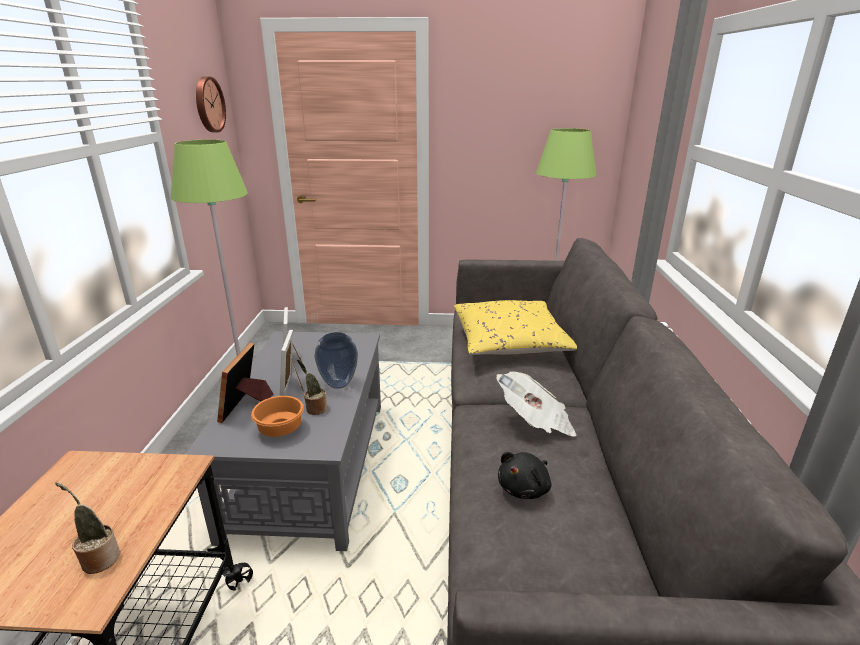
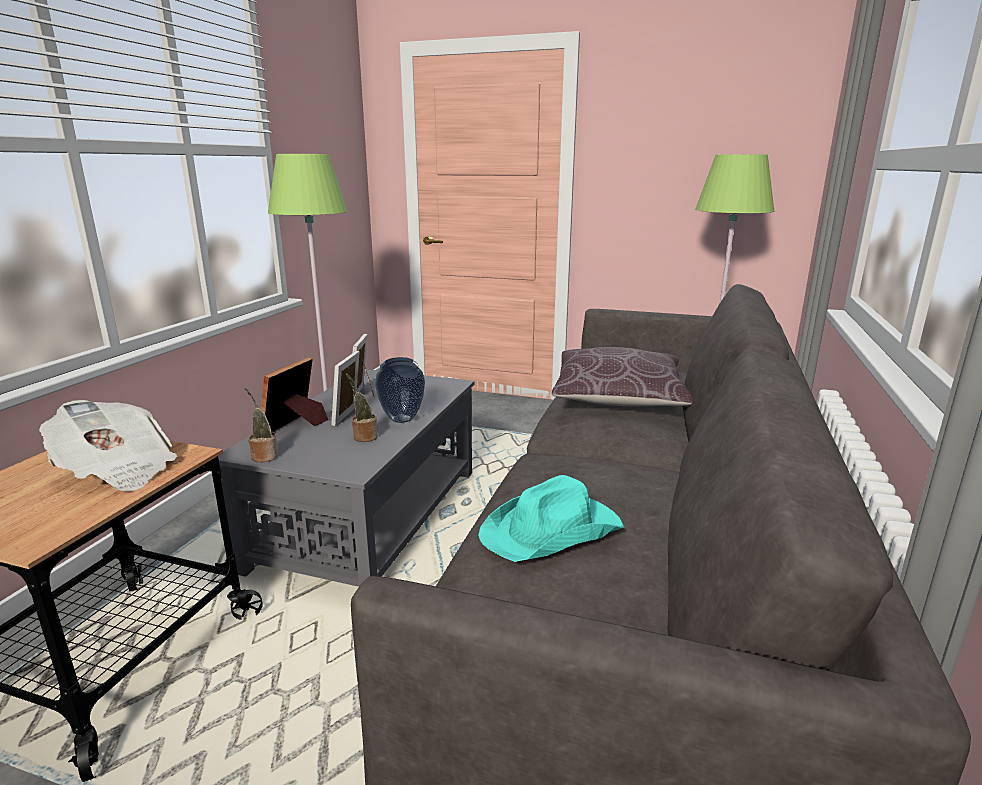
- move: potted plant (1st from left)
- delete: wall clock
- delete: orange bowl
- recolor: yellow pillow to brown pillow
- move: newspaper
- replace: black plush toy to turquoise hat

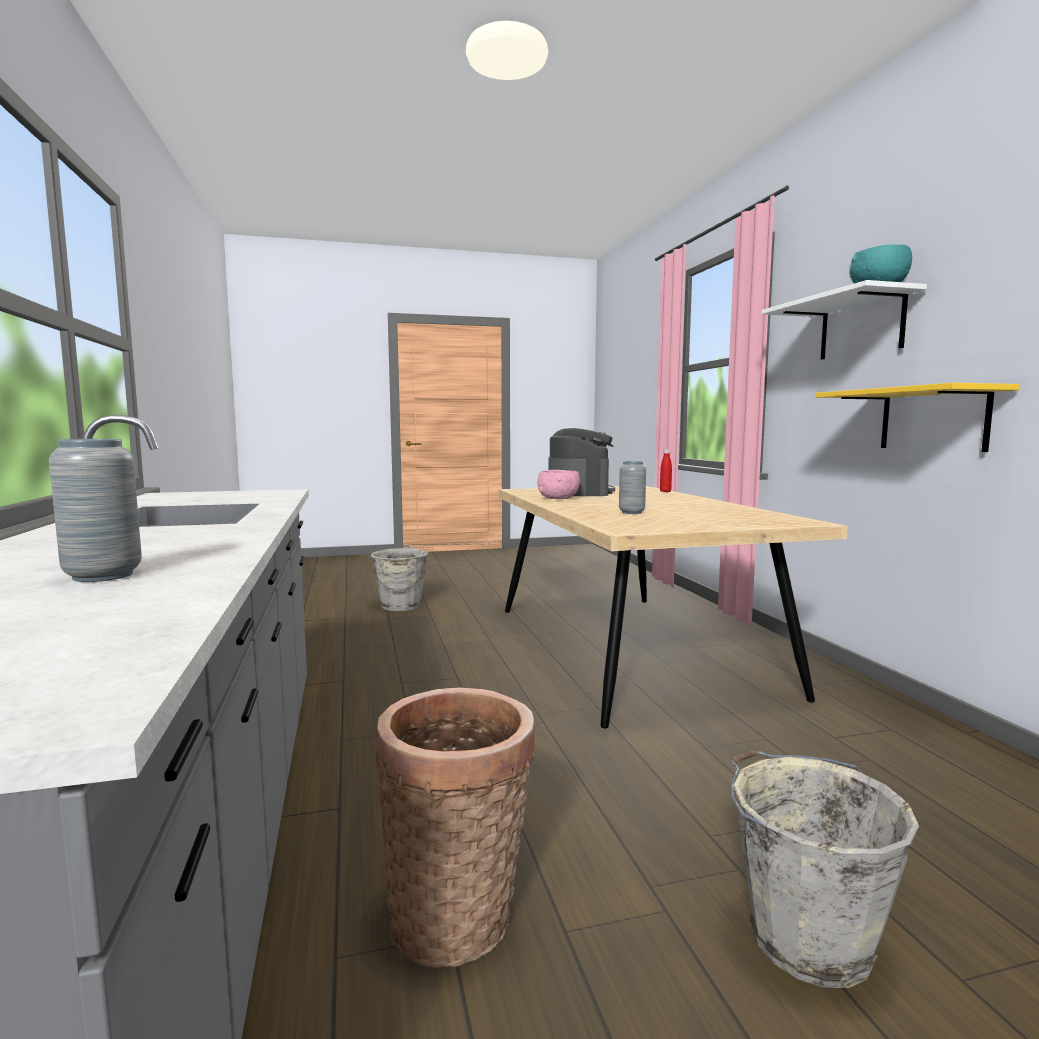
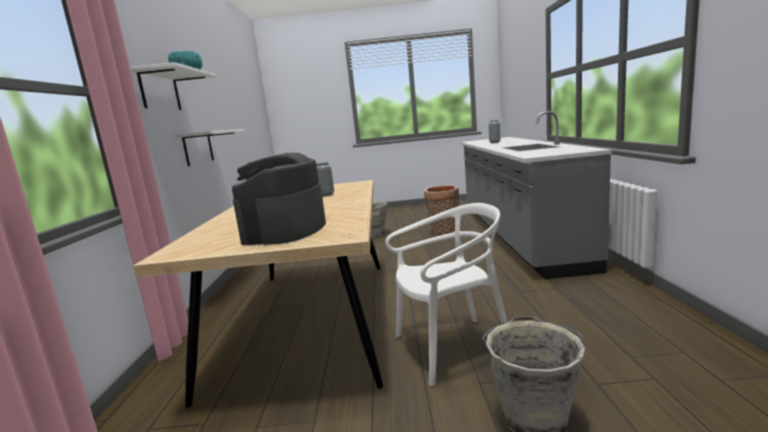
- delete: pink bowl
- delete: red bottle
- recolor: yellow shelf to white shelf (2nd from left)
- insert: white chair

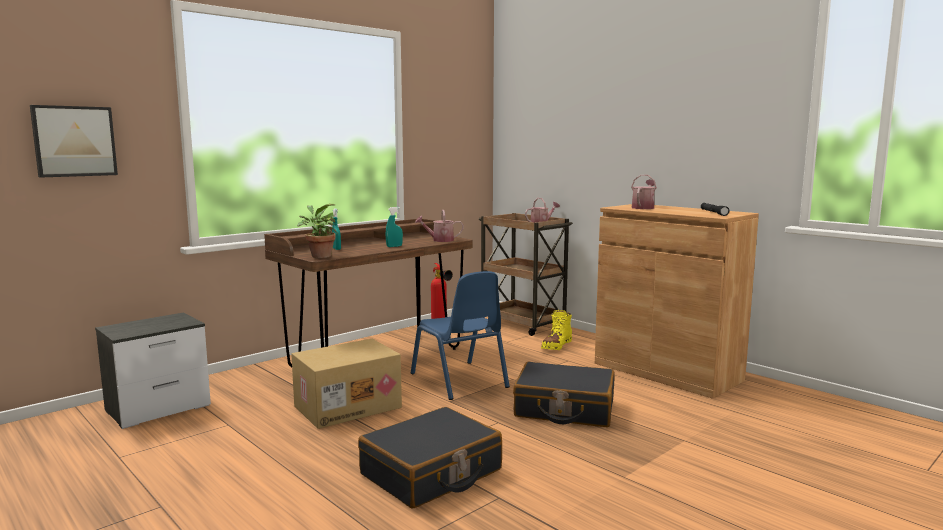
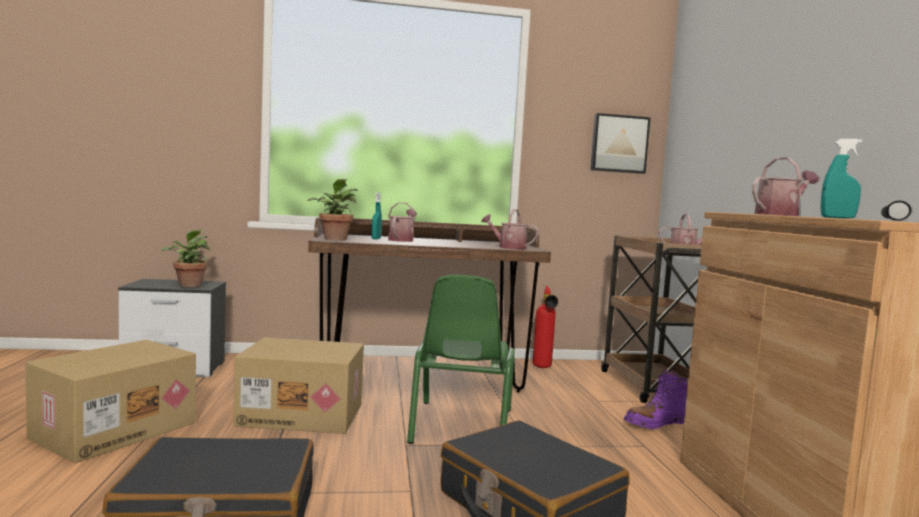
- move: picture
- move: turquoise spray bottle (2nd from left)
- recolor: blue chair to green chair
- recolor: yellow boot to purple boot
- insert: cardboard box (1st from left)
- insert: potted plant (1st from left)
- insert: watering can (1st from left)

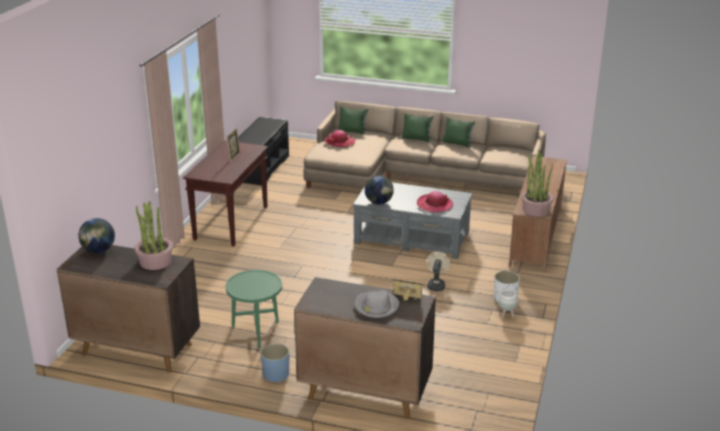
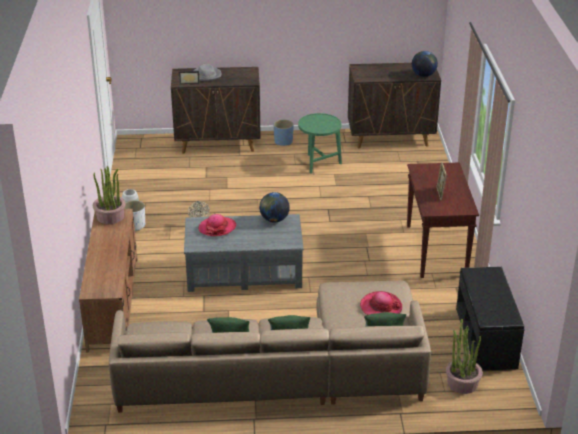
- move: potted plant (1st from left in the first image) to potted plant (2nd from left)

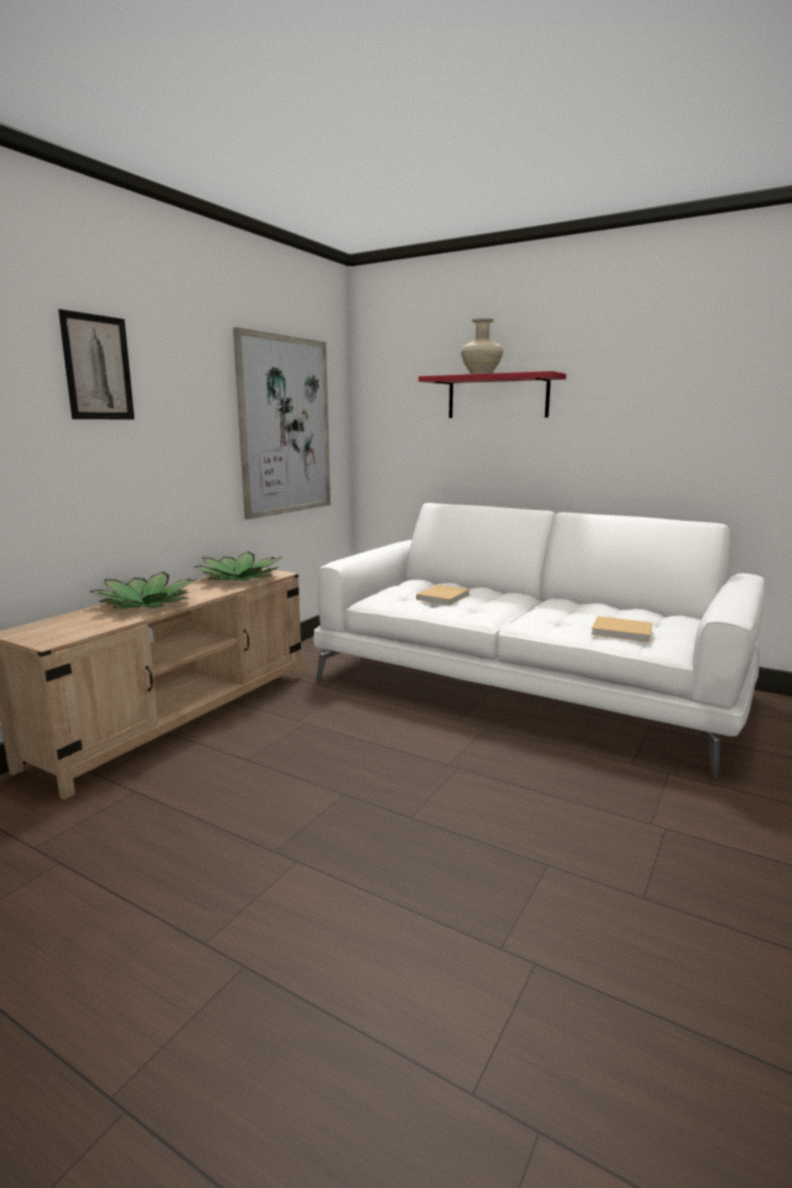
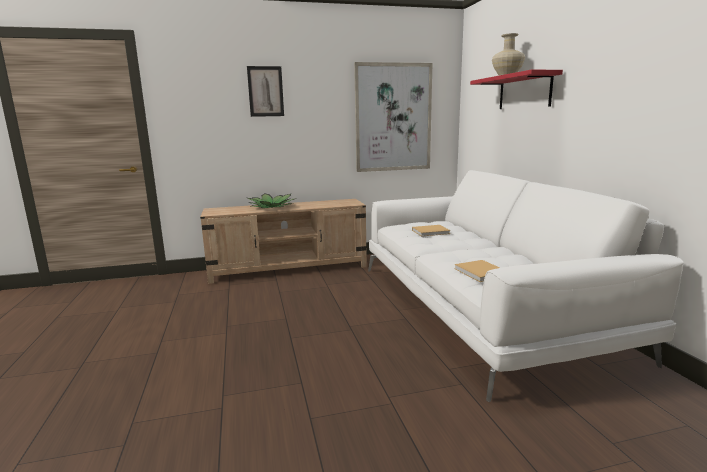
- delete: potted plant (2nd from left)

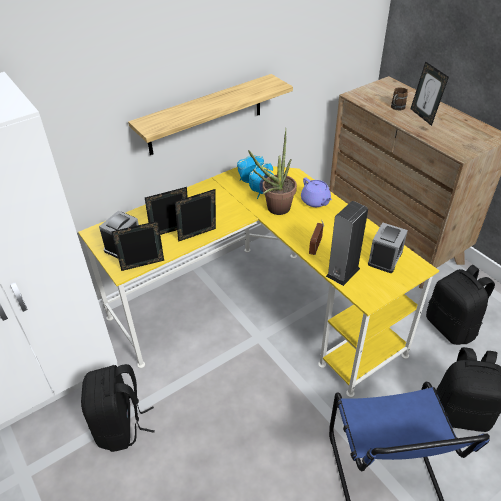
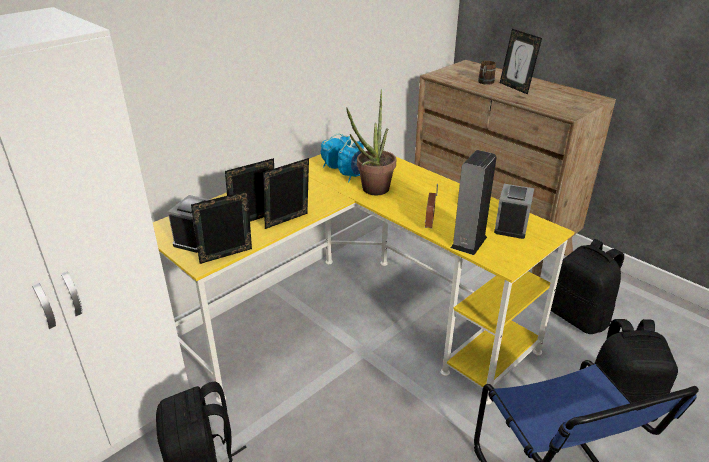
- delete: shelf
- delete: purple teapot

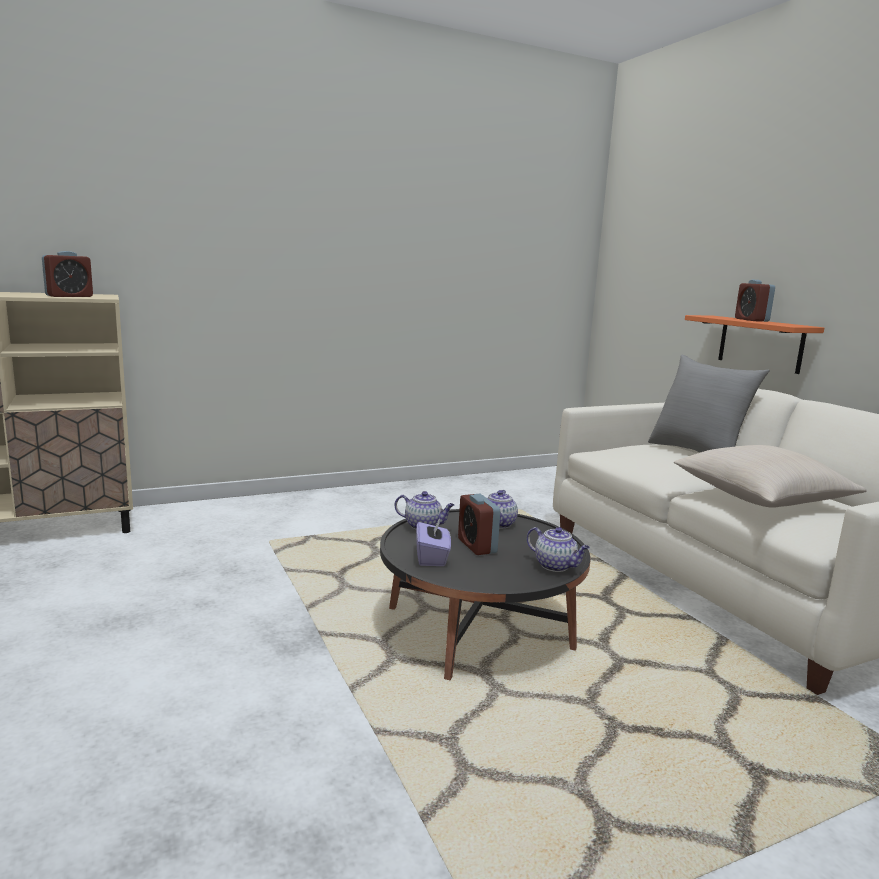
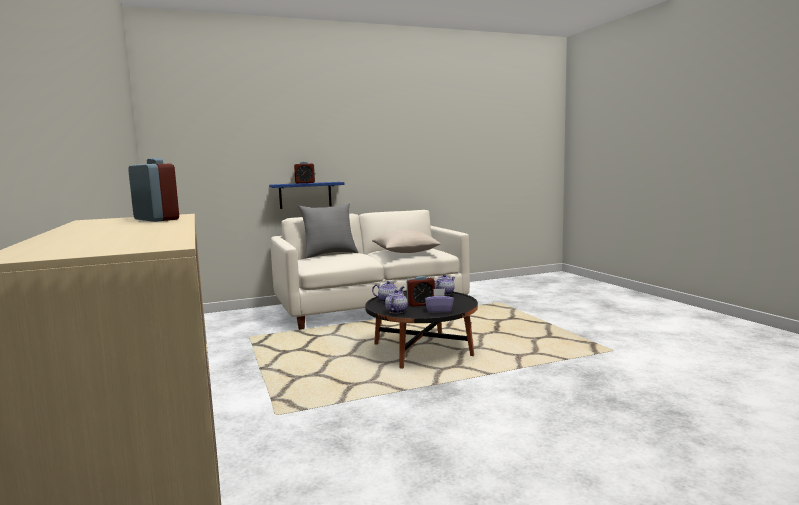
- recolor: orange shelf to blue shelf

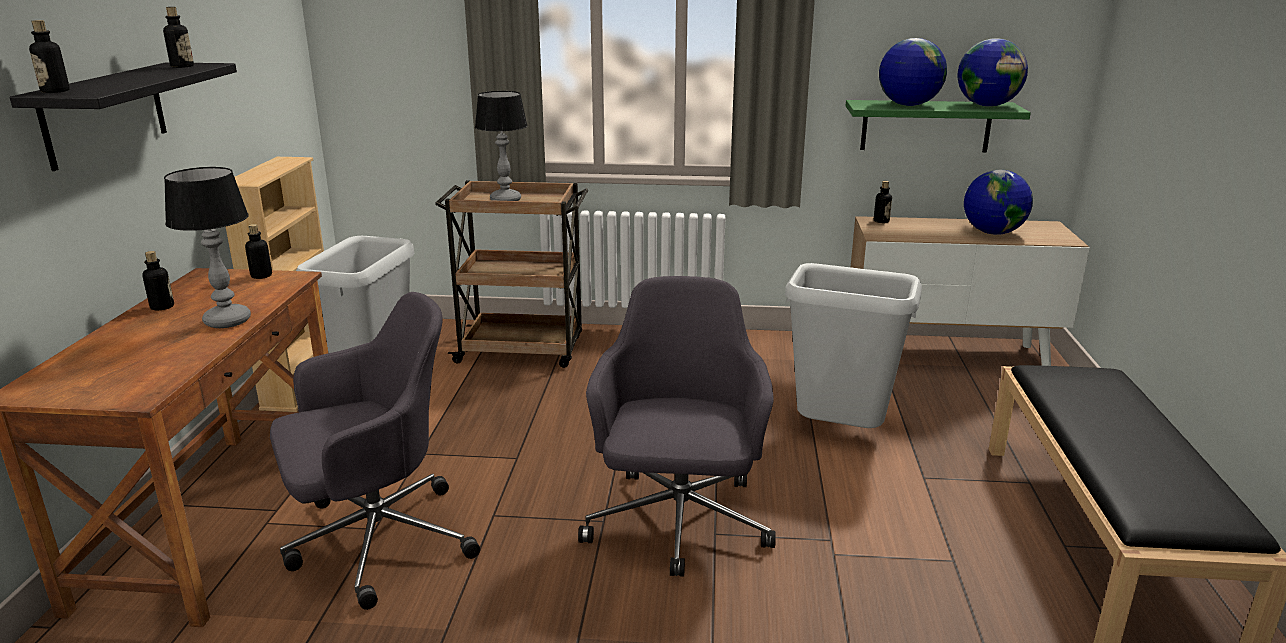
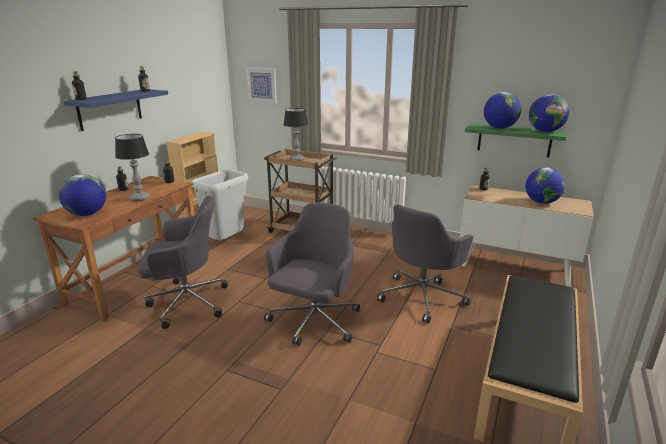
- recolor: black shelf to blue shelf
- replace: grey trash can (2nd from left) to grey office chair (3rd from left)
- insert: globe (1st from left)
- insert: picture

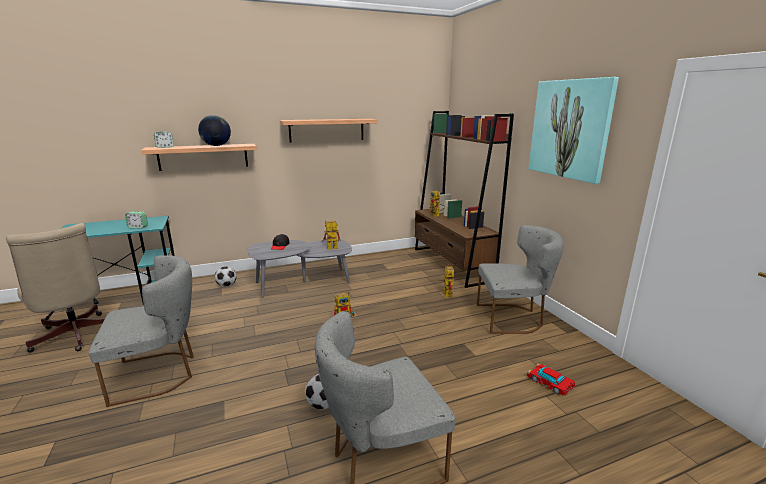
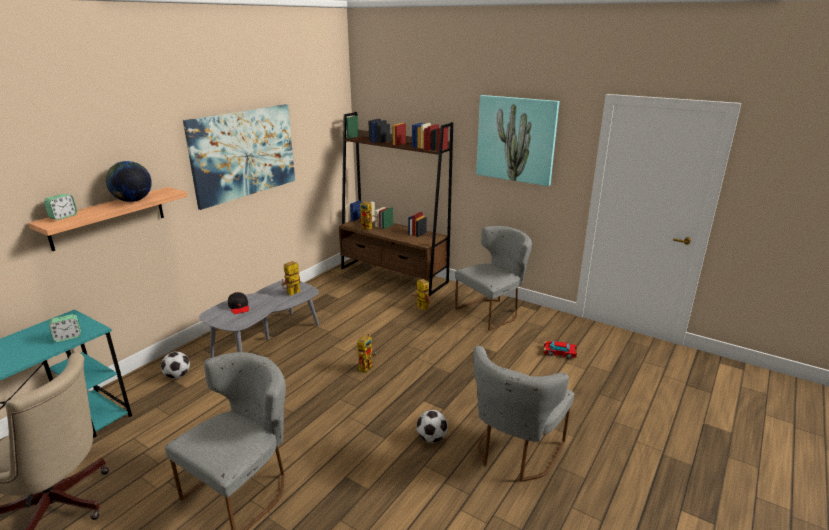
- replace: shelf (2nd from left) to picture (1st from left)

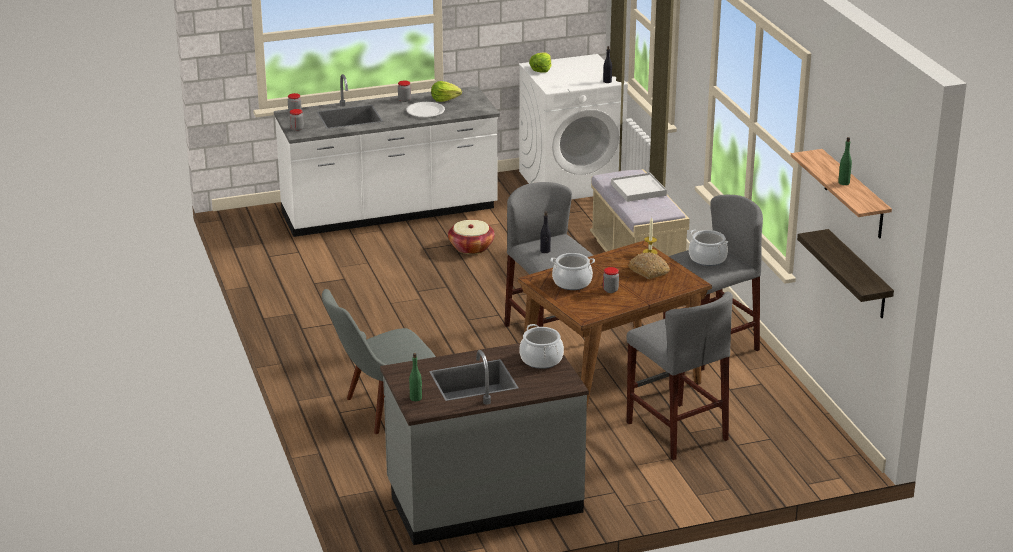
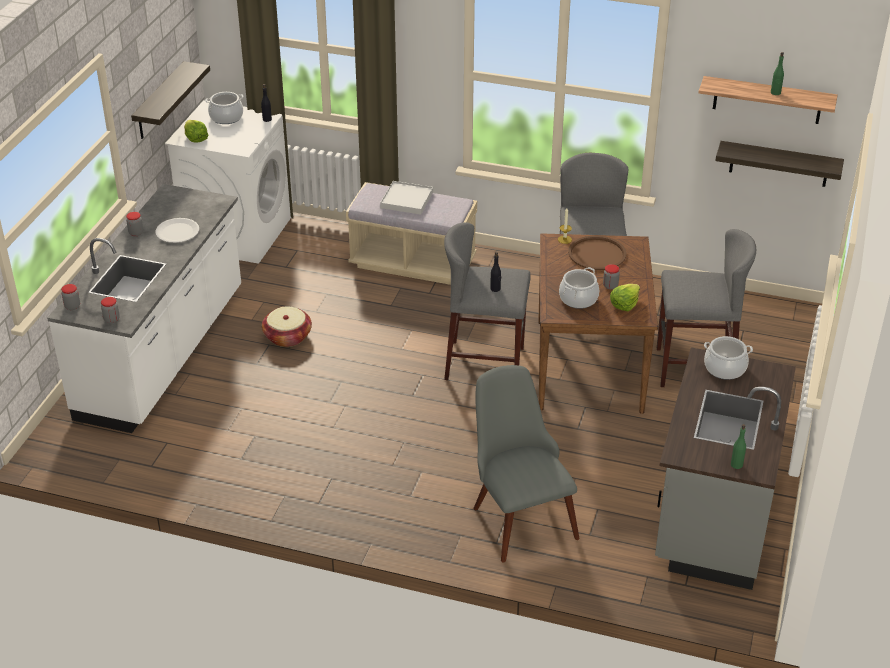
- rotate: grey chair 150 degrees clockwise
- move: lettuce (1st from left in the first image) to lettuce (2nd from left)
- replace: bread to brown tray
- move: cooking pot (3rd from left in the first image) to cooking pot (1st from left)
- insert: shelf (1st from left)

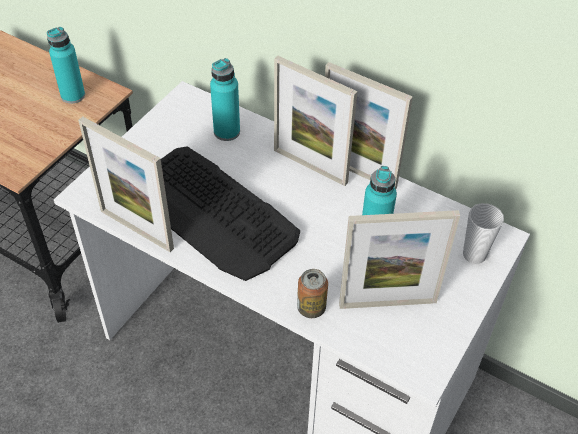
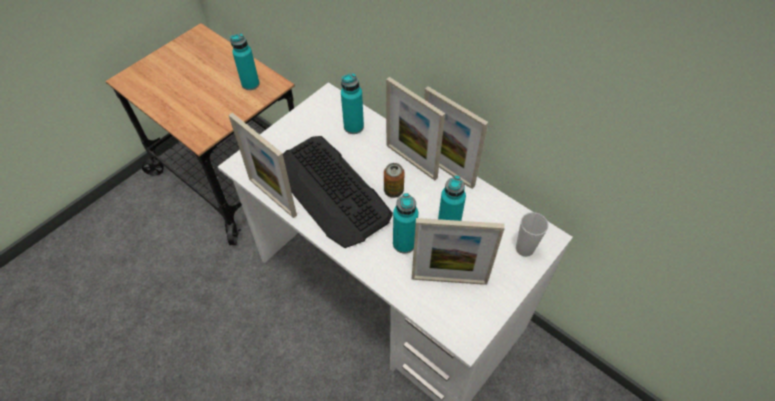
- move: can
- insert: turquoise bottle (3rd from left)

